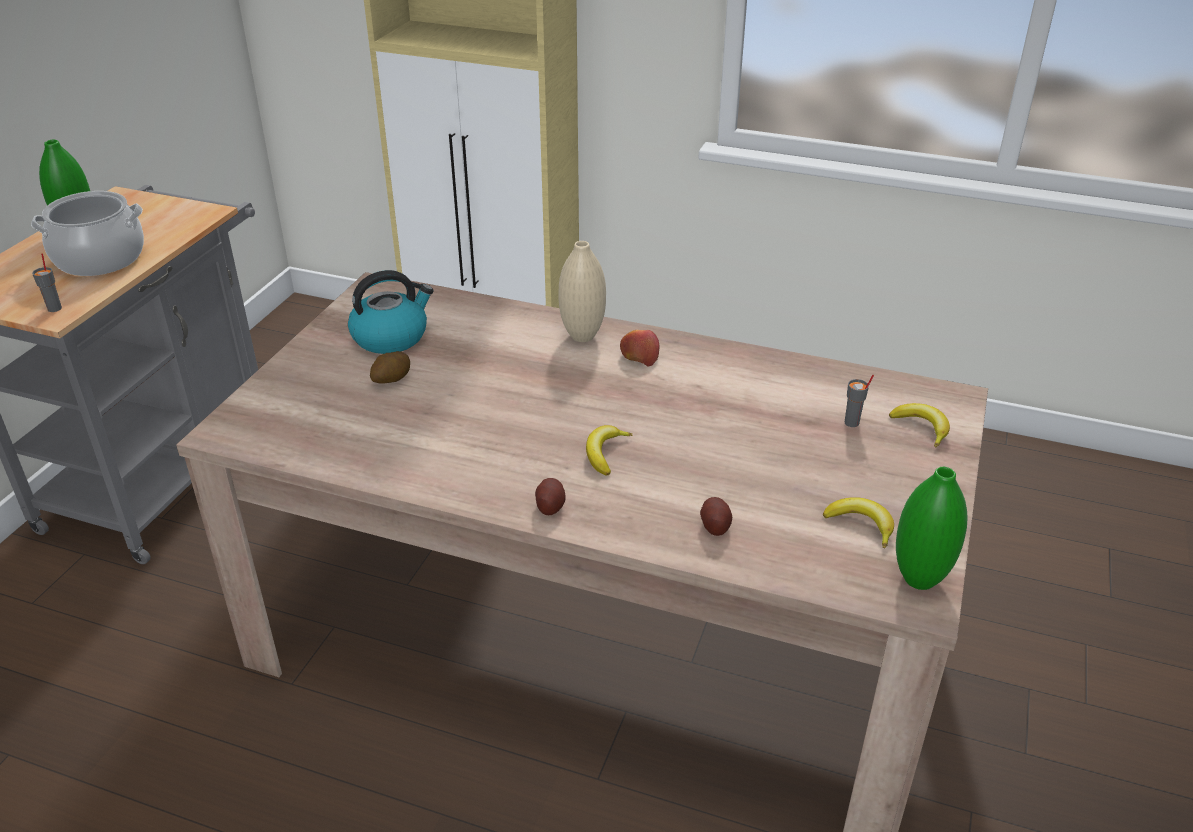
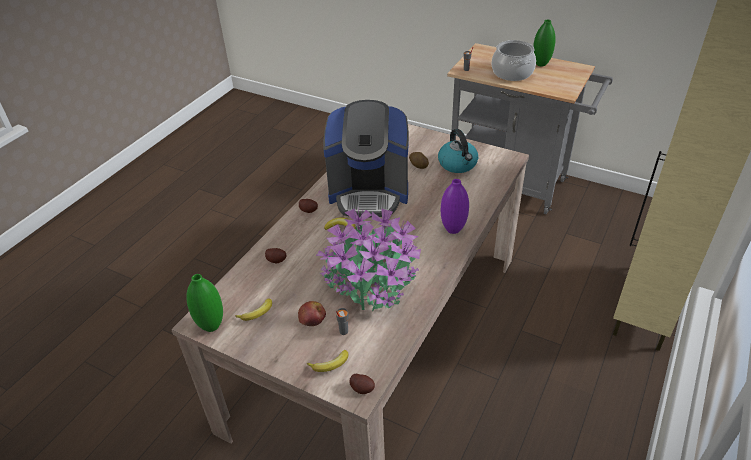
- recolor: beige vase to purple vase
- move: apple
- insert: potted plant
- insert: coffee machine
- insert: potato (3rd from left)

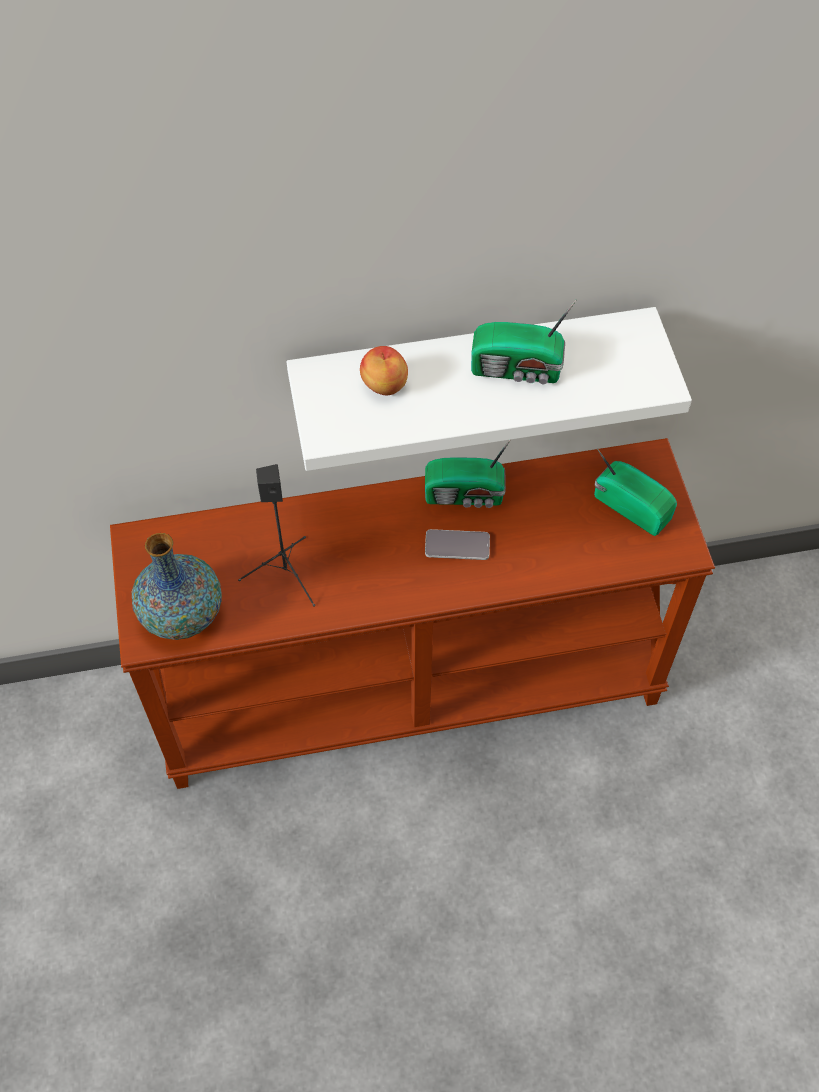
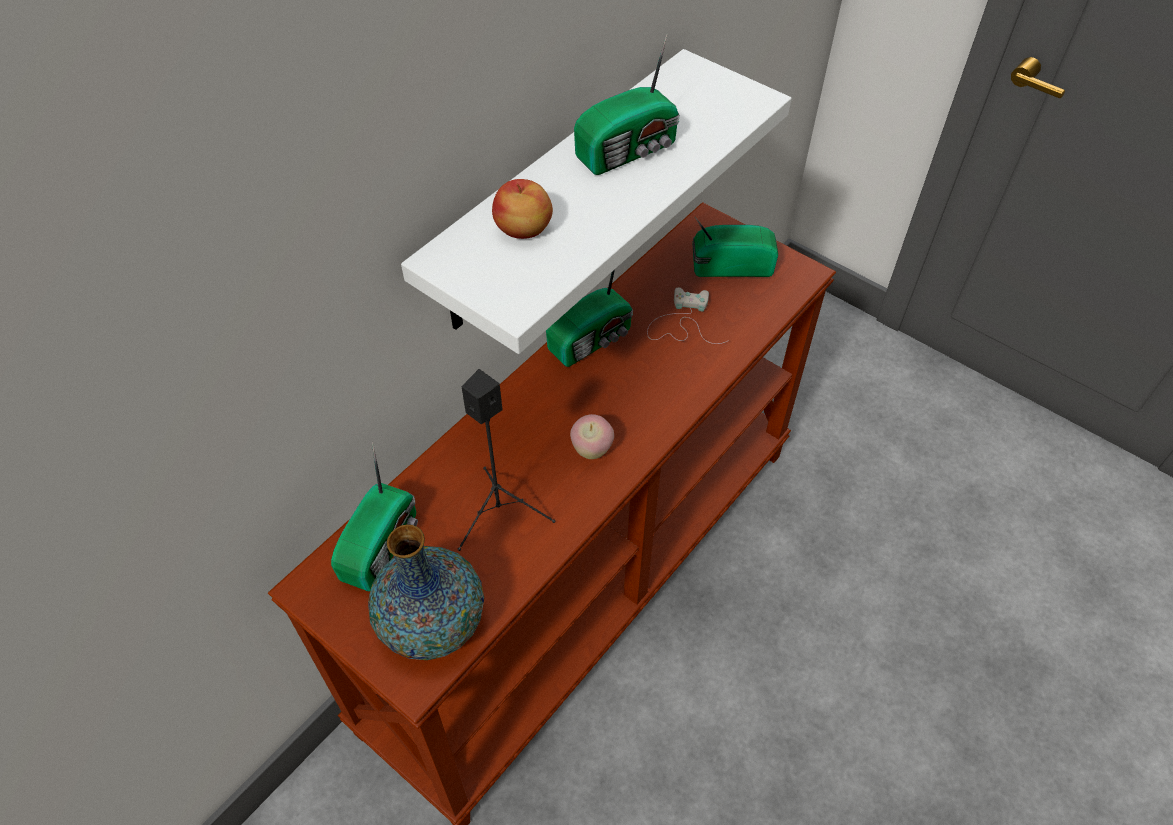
- delete: phone
- insert: radio (1st from left)
- insert: apple (2nd from left)
- insert: white game controller

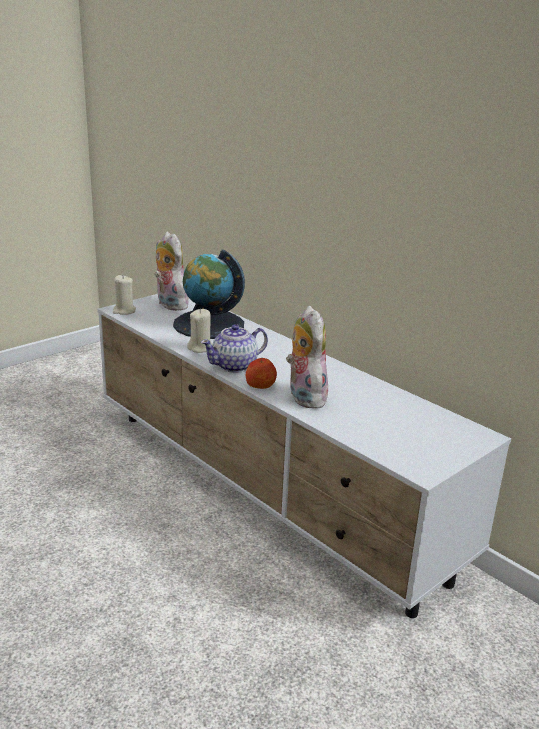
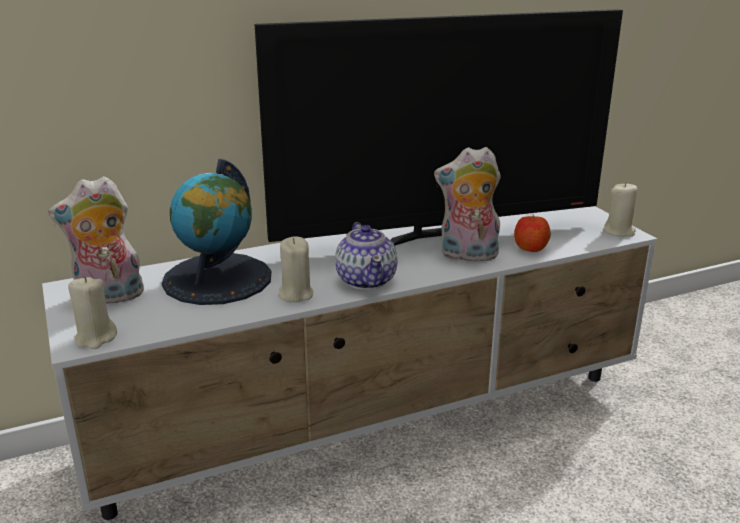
- move: apple
- insert: television
- insert: beige candle (3rd from left)

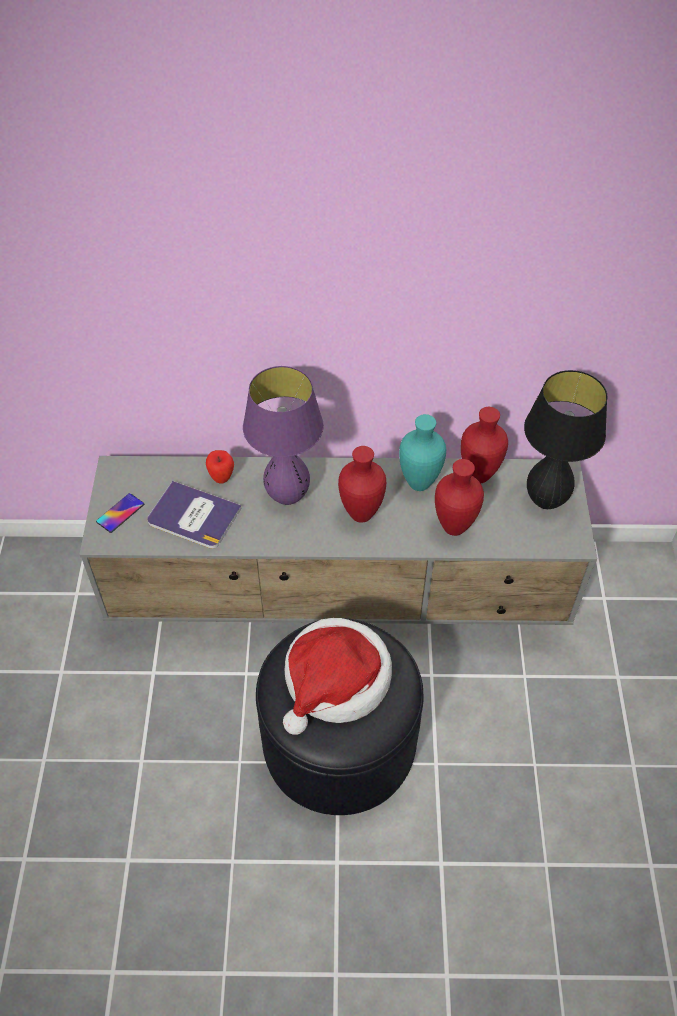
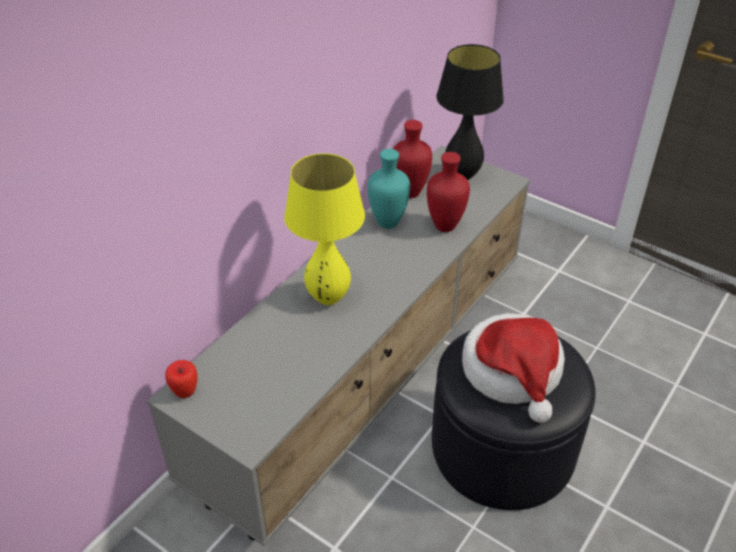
- delete: phone
- delete: book
- move: apple
- recolor: purple table lamp to yellow table lamp
- delete: red vase (1st from left)

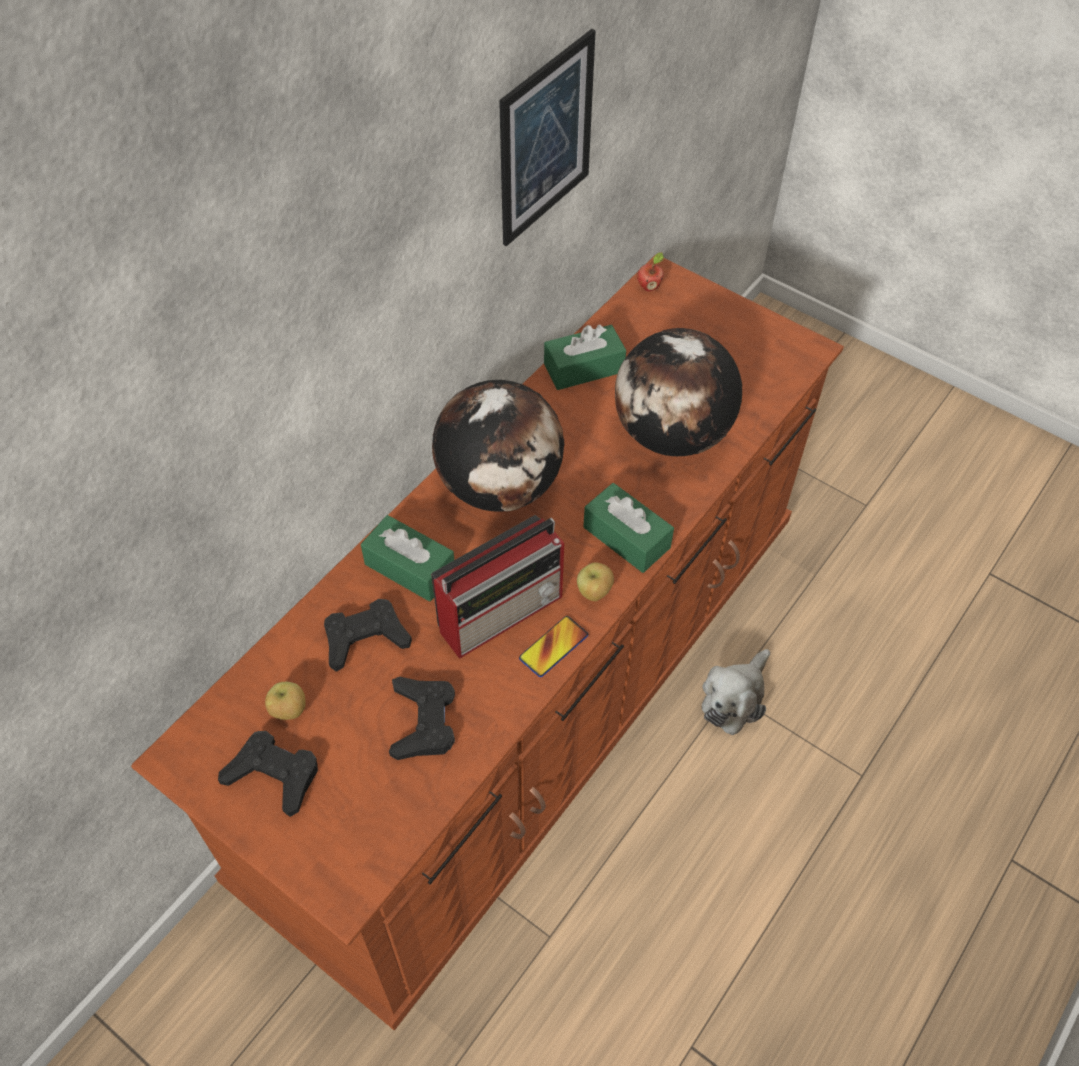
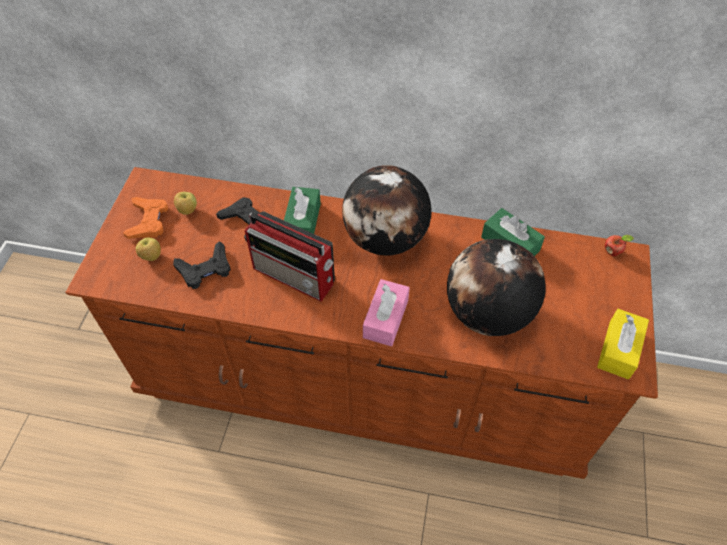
- recolor: black game controller (1st from left) to orange game controller
- delete: picture
- delete: phone
- move: apple (2nd from left in the first image) to apple (1st from left)
- recolor: green tissue box (3rd from left) to pink tissue box
- delete: plush toy
- insert: yellow tissue box

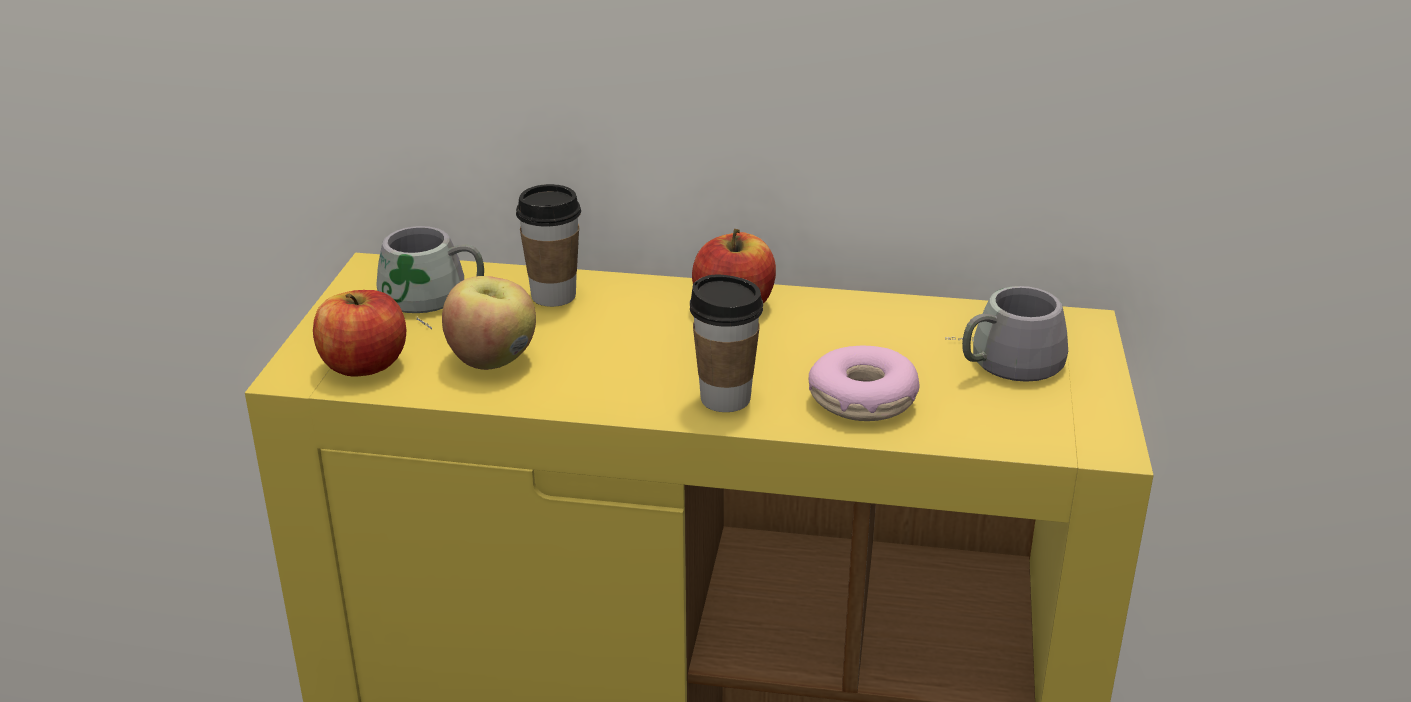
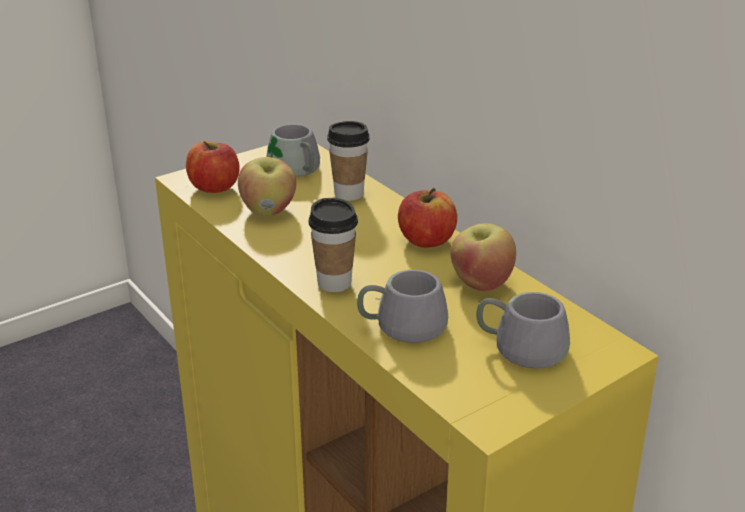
- replace: donut to grey mug (2nd from left)
- insert: apple (4th from left)

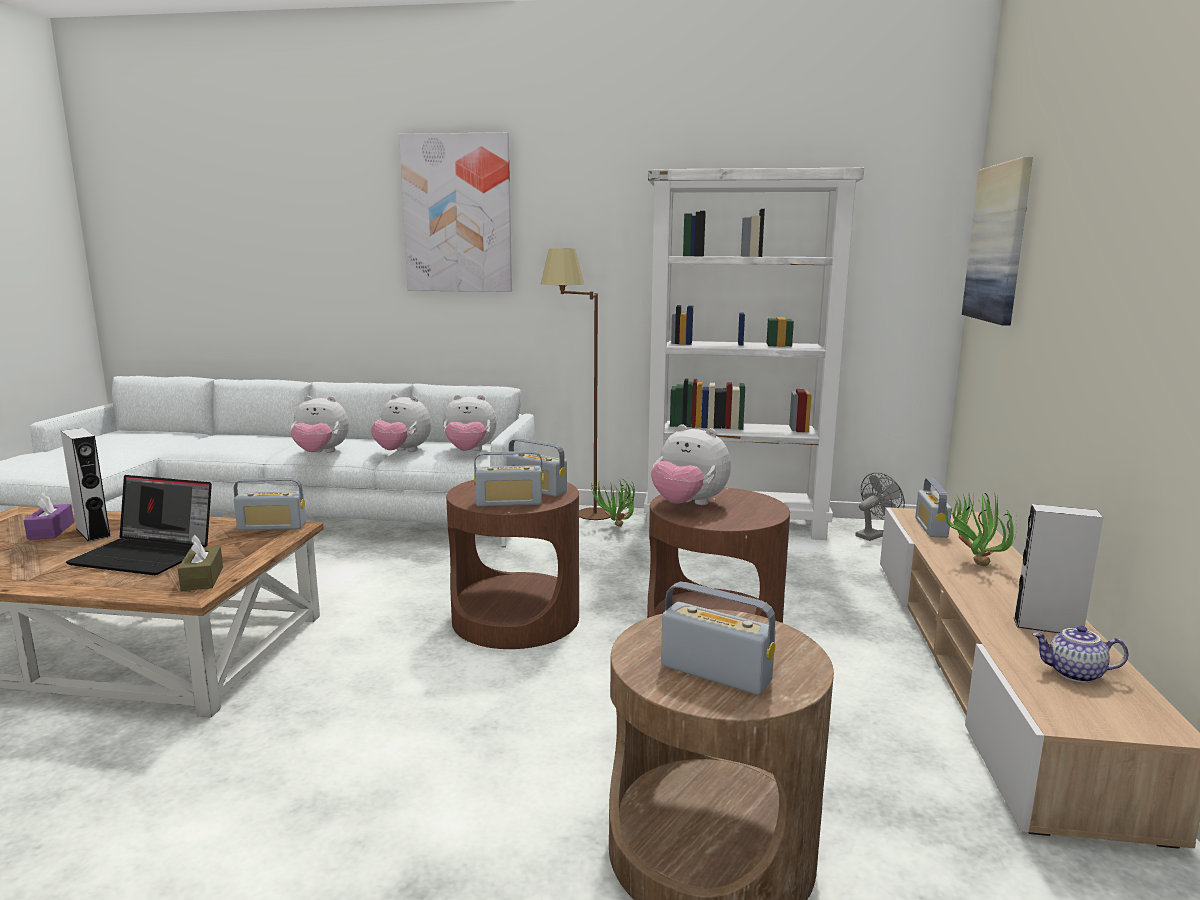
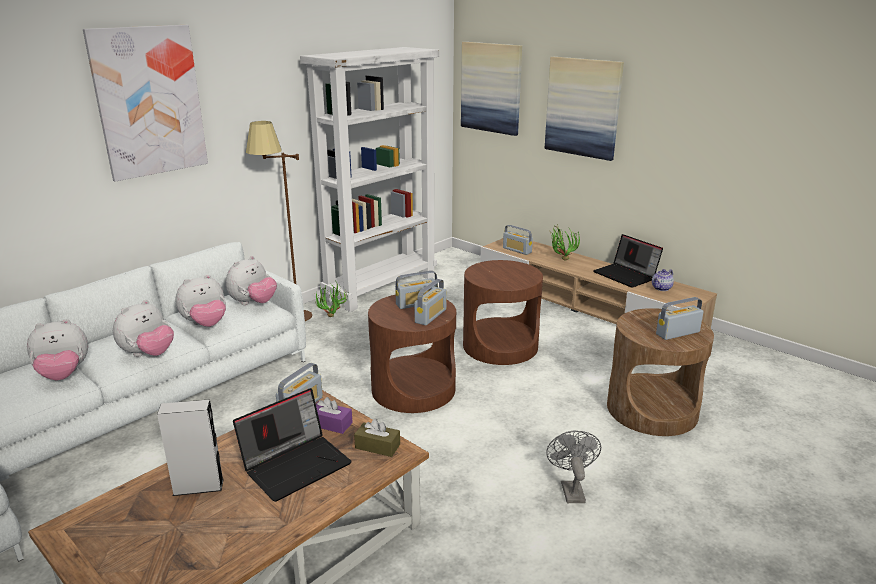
- move: purple tissue box
- move: plush toy (4th from left in the first image) to plush toy (1st from left)
- move: grey fan
- replace: grey speaker (2nd from left) to laptop (2nd from left)
- insert: picture (3rd from left)

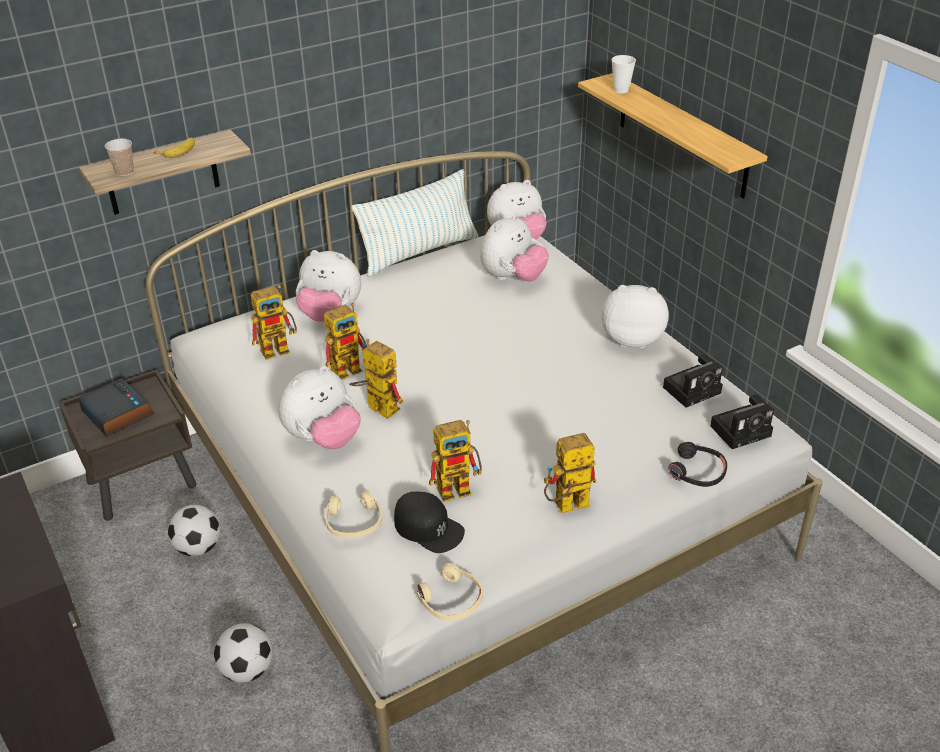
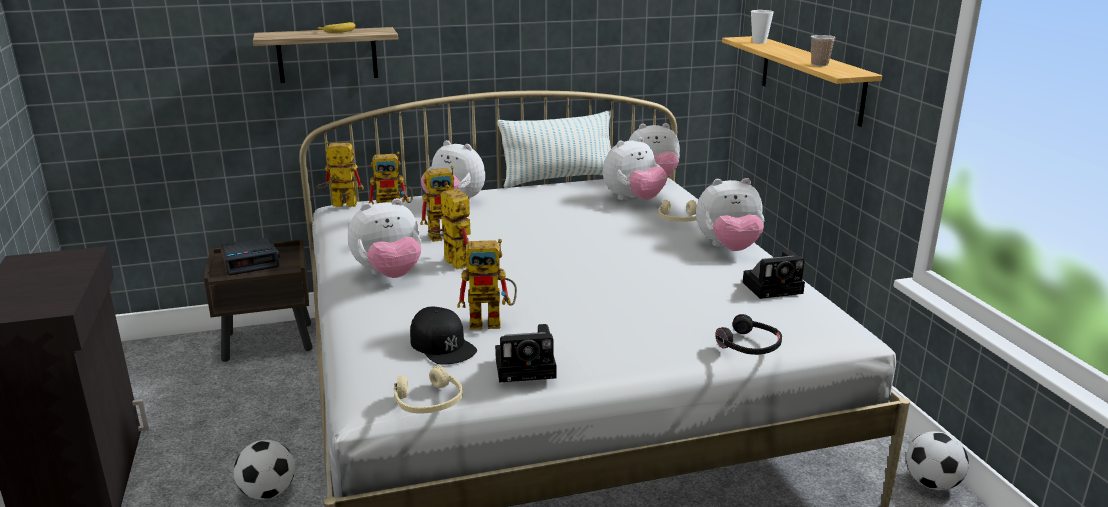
- rotate: alarm clock 90 degrees clockwise
- move: cup (1st from left in the first image) to cup (2nd from left)
- move: football (1st from left in the first image) to football (2nd from left)
- move: beige headphones (1st from left in the first image) to beige headphones (2nd from left)
- move: toy robot (5th from left in the first image) to toy robot (1st from left)
- rotate: plush toy (5th from left) 150 degrees clockwise
- move: photo camera (2nd from left in the first image) to photo camera (1st from left)

